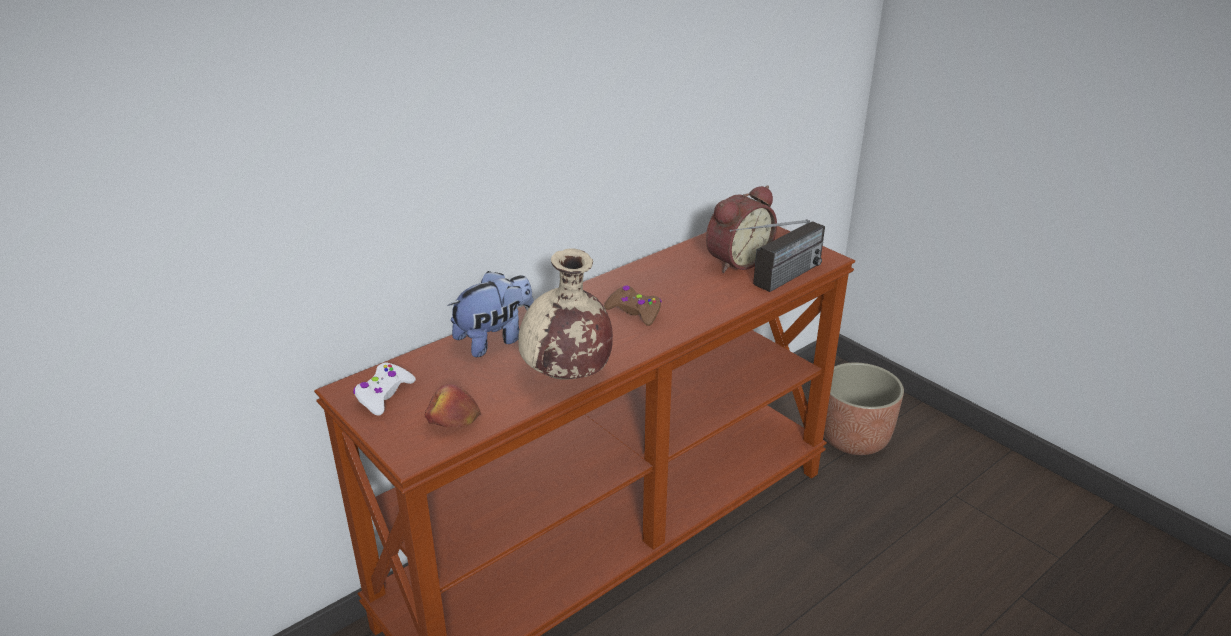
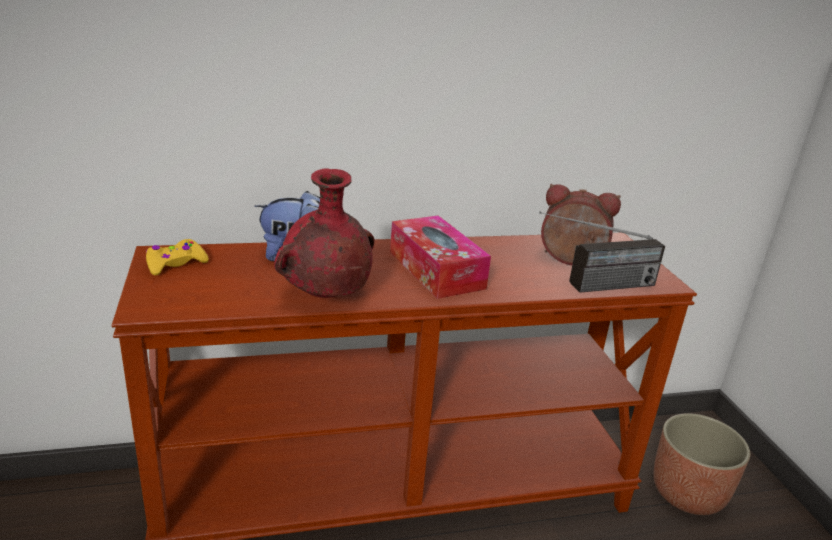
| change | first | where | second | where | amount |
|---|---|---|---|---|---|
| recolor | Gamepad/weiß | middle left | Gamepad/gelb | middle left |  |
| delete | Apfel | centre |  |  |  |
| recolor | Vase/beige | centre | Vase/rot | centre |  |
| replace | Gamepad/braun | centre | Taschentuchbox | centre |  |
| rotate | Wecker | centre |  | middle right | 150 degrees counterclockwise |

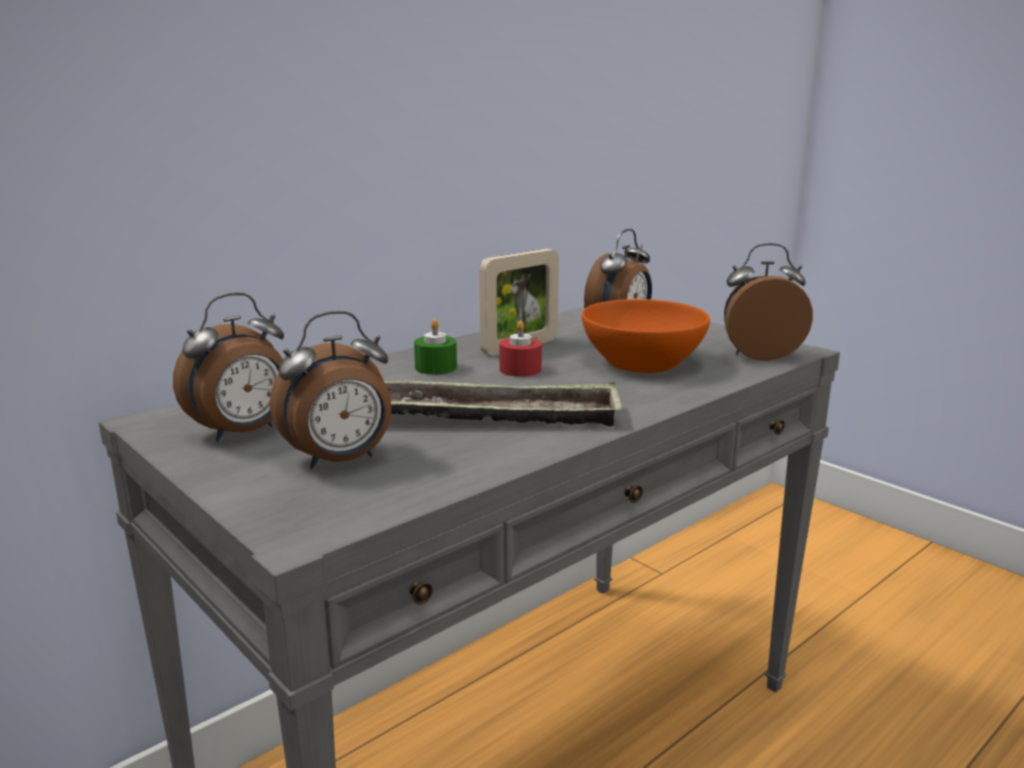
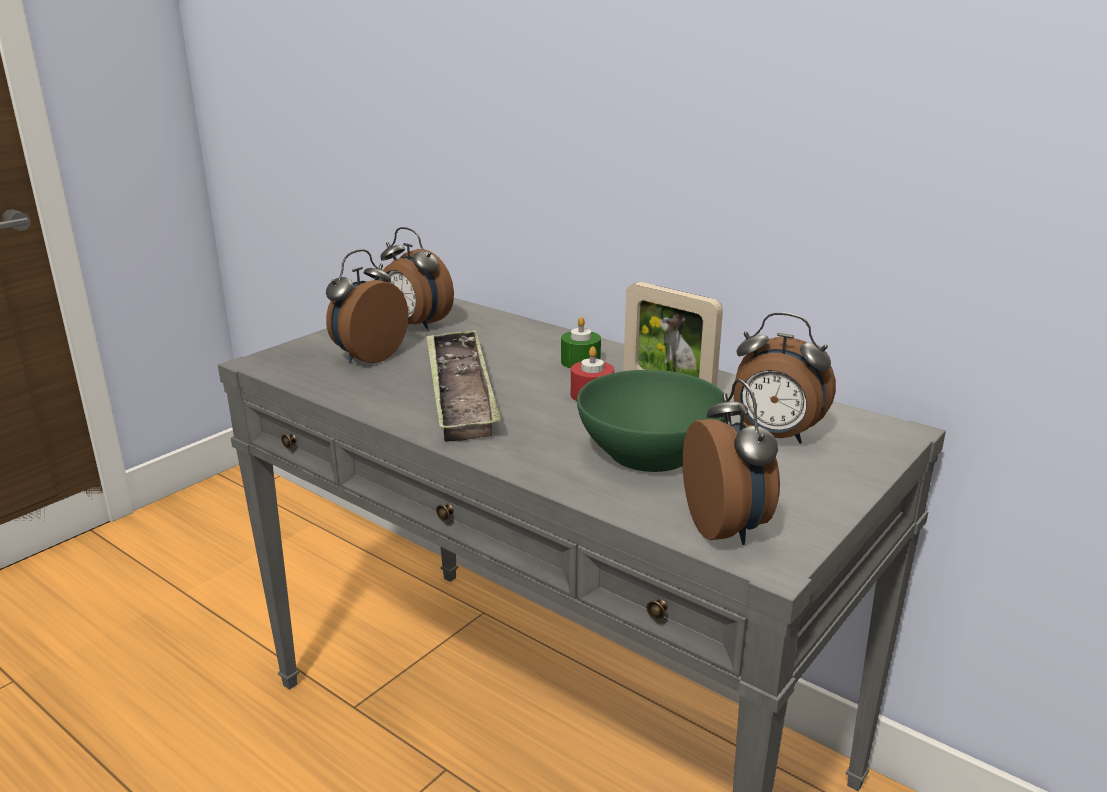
| change | first | where | second | where | amount |
|---|---|---|---|---|---|
| rotate | Wecker (2nd from left in the first image) | middle left | Wecker (1st from left) | middle left | 75 degrees clockwise |
| recolor | Schüssel/orange | centre | Schüssel/grün | centre |  |

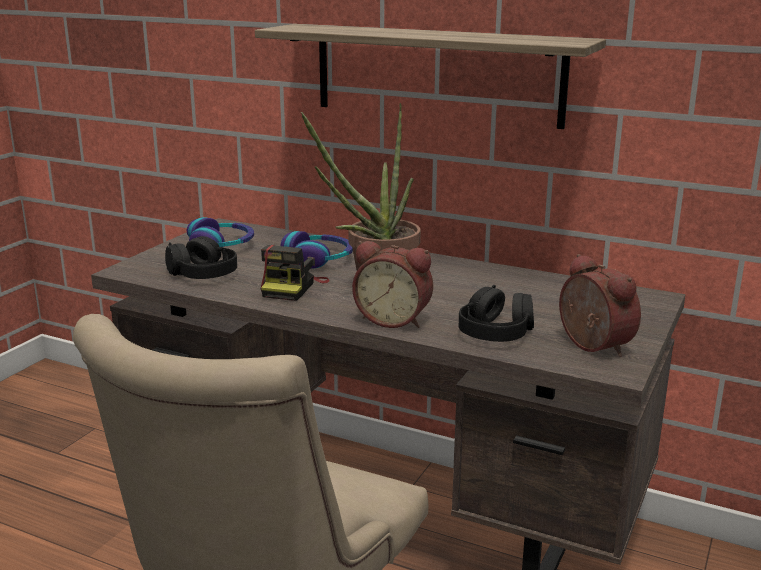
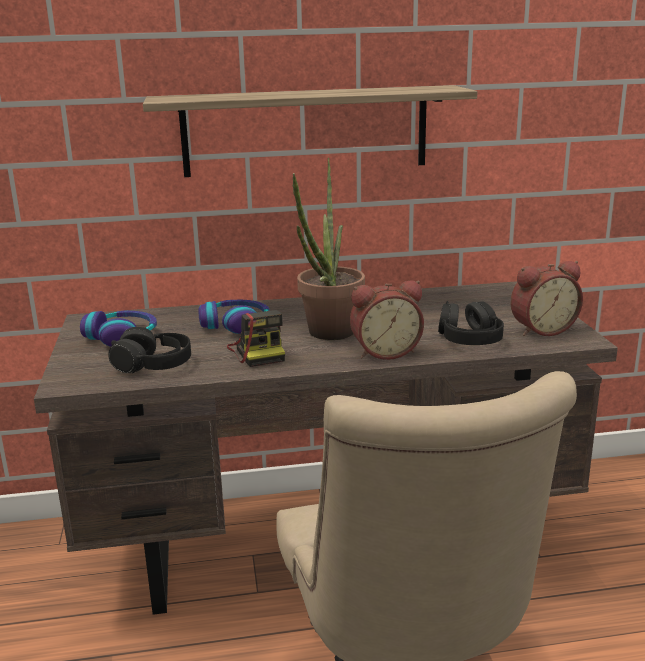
| change | first | where | second | where | amount |
|---|---|---|---|---|---|
| rotate | Wecker (2nd from left) | middle right |  | middle right | 135 degrees clockwise |

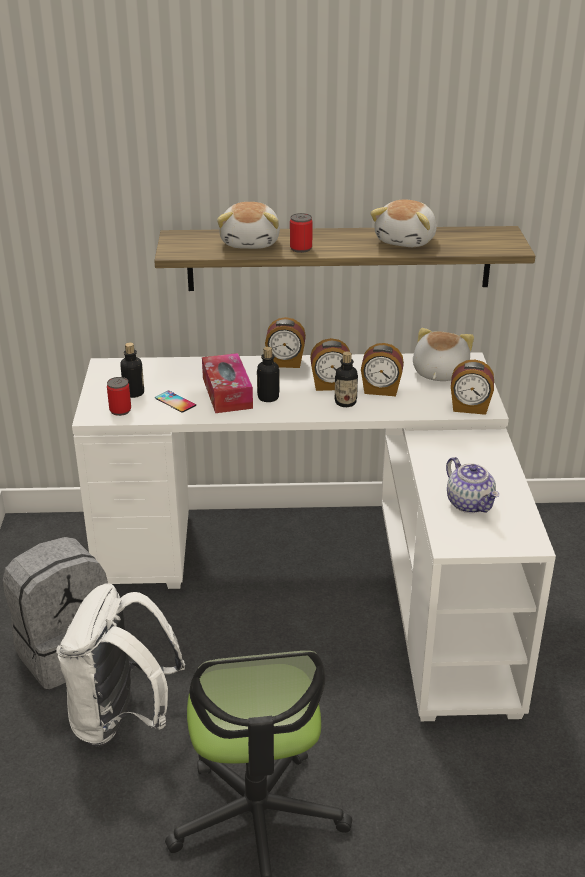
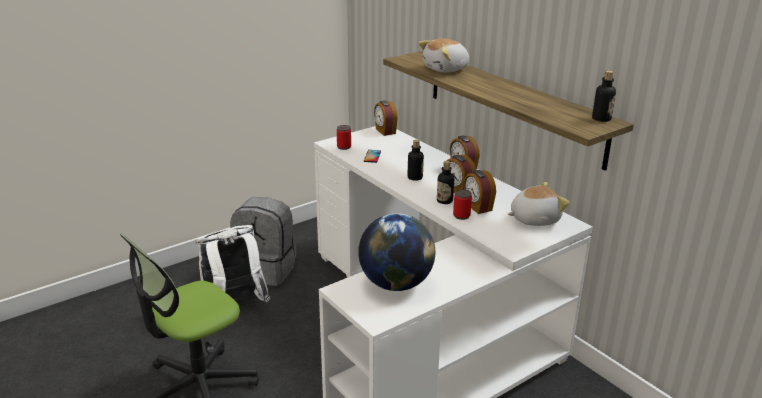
| change | first | where | second | where | amount |
|---|---|---|---|---|---|
| move | Flasche (1st from left in the first image) | middle left | Flasche (3rd from left) | top right |  |
| delete | Taschentuchbox | centre |  |  |  |
| move | Dose (2nd from left) | top centre |  | centre |  |
| delete | Plüschtier (2nd from left) | top right |  |  |  |
| replace | Teekanne | middle right | Globus | centre |  |
| move | Wecker (4th from left in the first image) | middle right | Wecker (1st from left) | top centre |  |

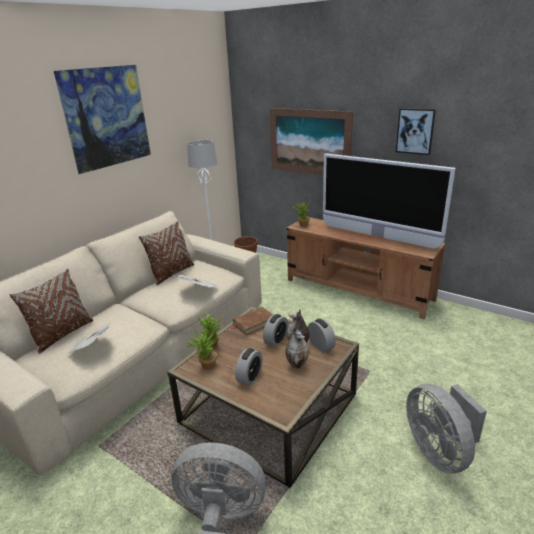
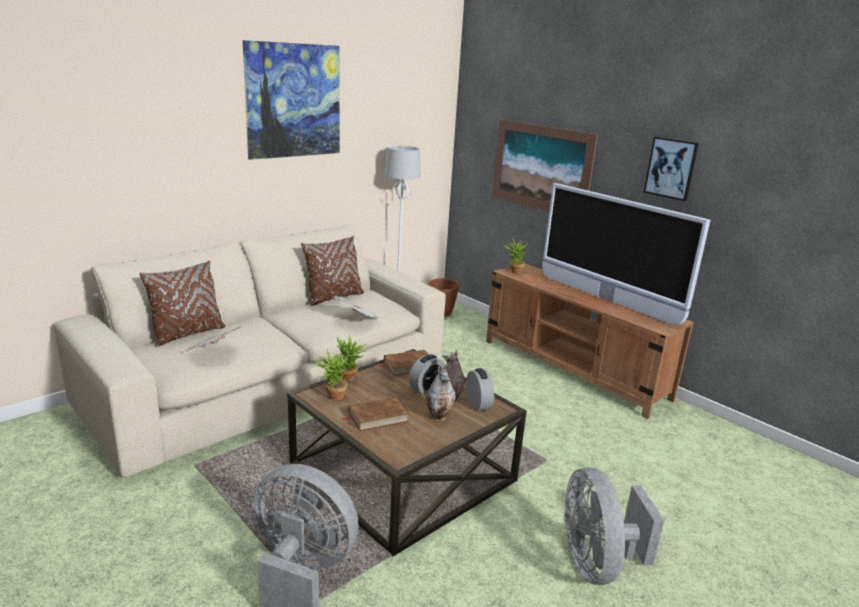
| change | first | where | second | where | amount |
|---|---|---|---|---|---|
| replace | Wecker (1st from left) | bottom centre | Buch/braun (1st from left) | bottom centre |  |

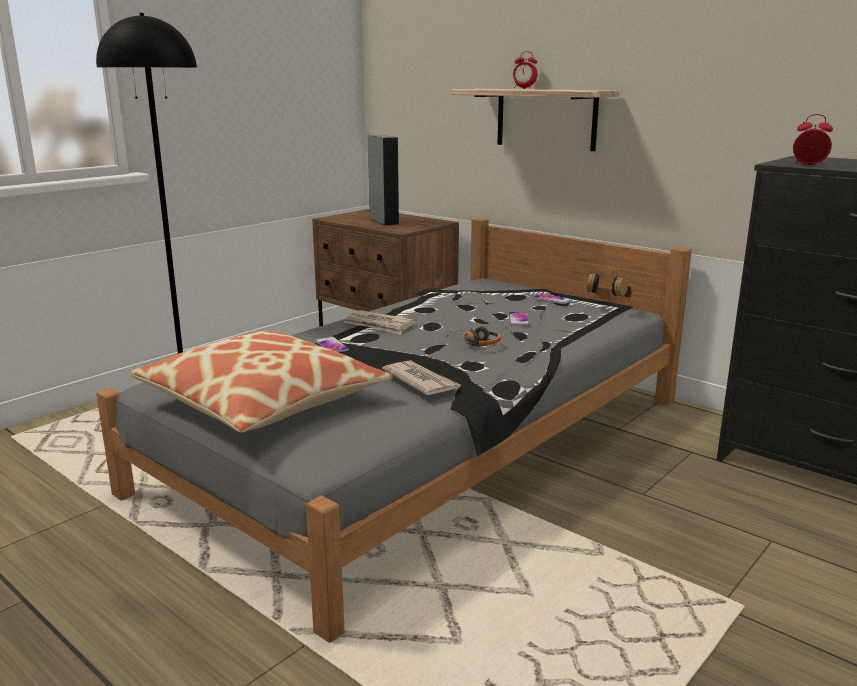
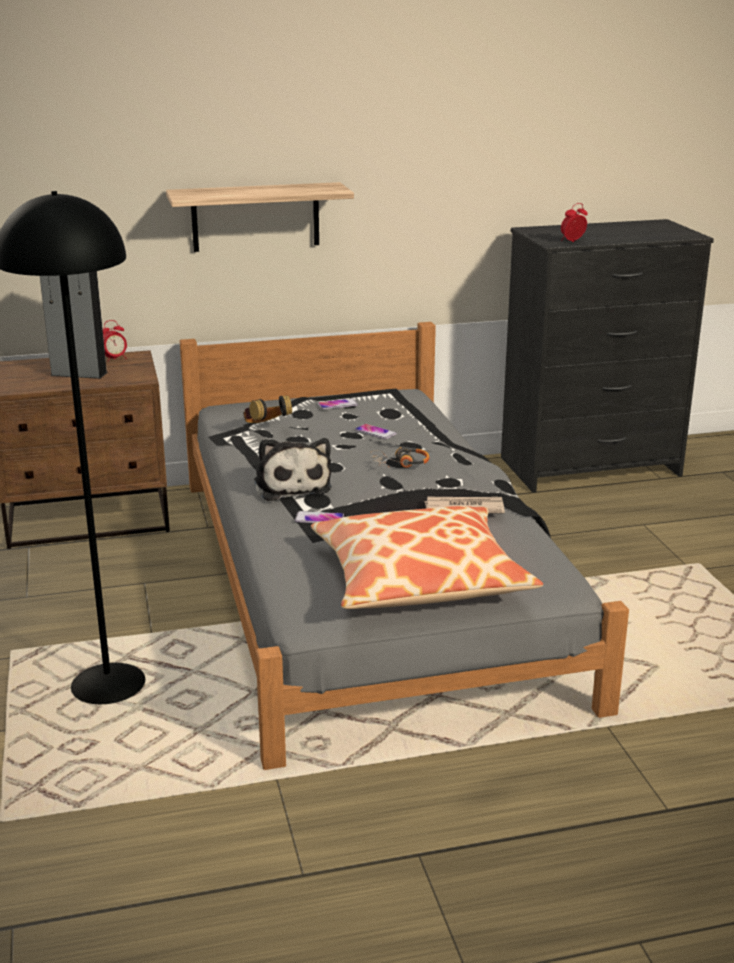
| change | first | where | second | where | amount |
|---|---|---|---|---|---|
| replace | Zeitung (1st from left) | centre | Plüschtier | centre |  |
| move | Wecker (1st from left) | top centre |  | middle left |  |
| move | Kopfhörer (2nd from left in the first image) | middle right | Kopfhörer (1st from left) | centre |  |

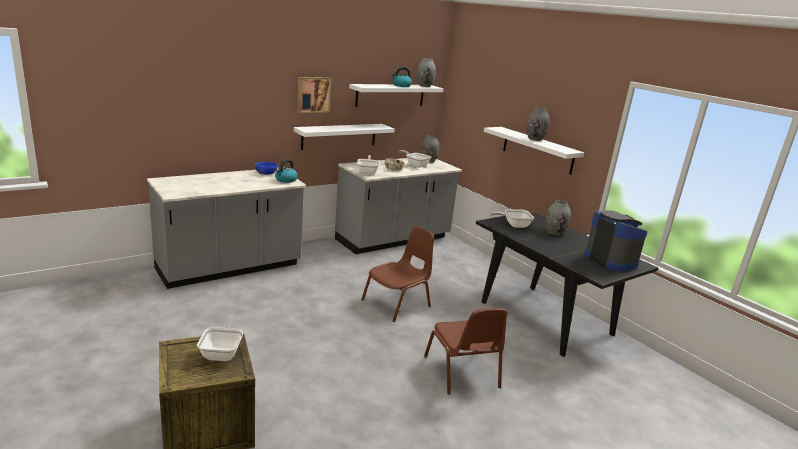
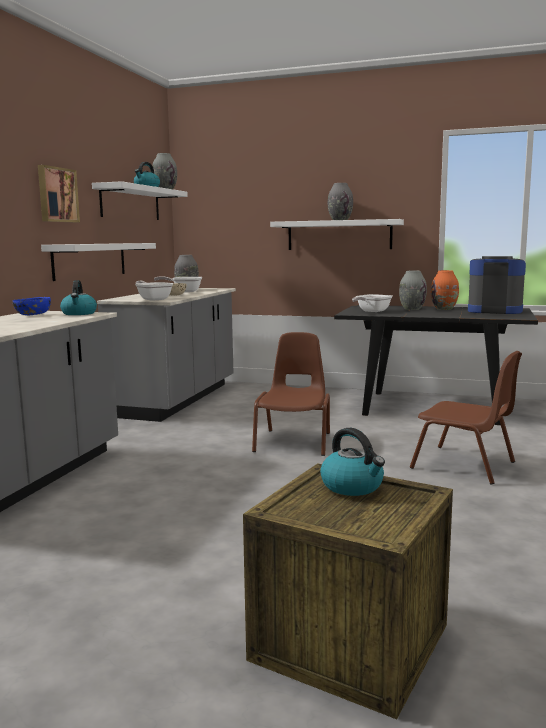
| change | first | where | second | where | amount |
|---|---|---|---|---|---|
| replace | Pfanne (1st from left) | bottom left | Wasserkessel (3rd from left) | centre |  |
| insert |  |  | Vase/orange | middle right |  |

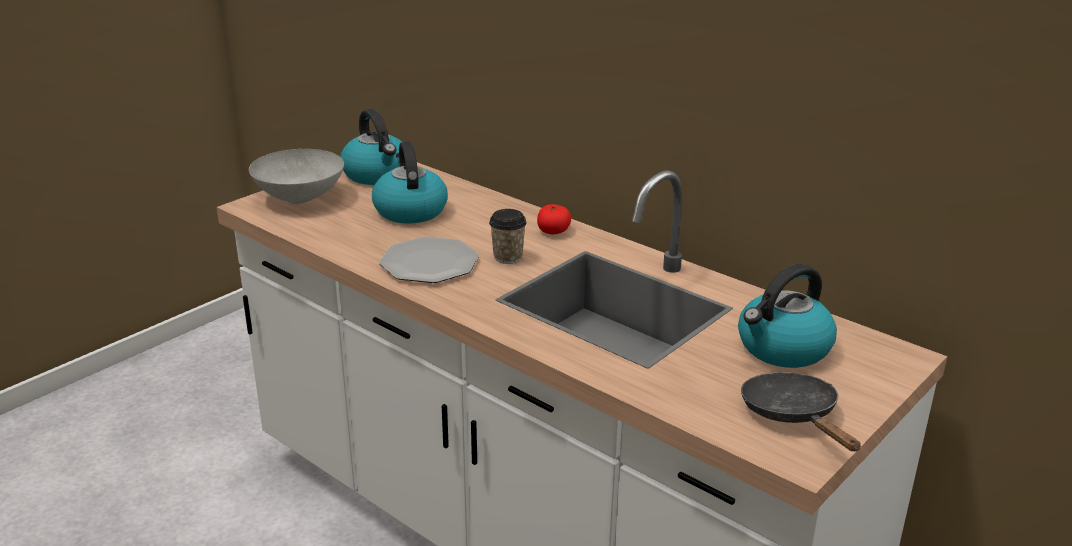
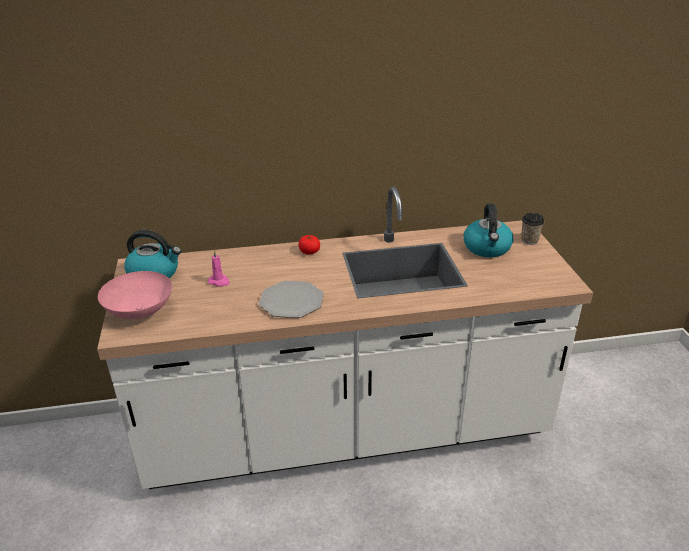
| change | first | where | second | where | amount |
|---|---|---|---|---|---|
| recolor | Schüssel/grau | top left | Schüssel/rosa | middle left |  |
| replace | Wasserkessel (2nd from left) | centre | Kerze/rosa | middle left |  |
| move | Tasse | centre |  | middle right |  |
| delete | Pfanne/schwarz | bottom right |  |  |  |

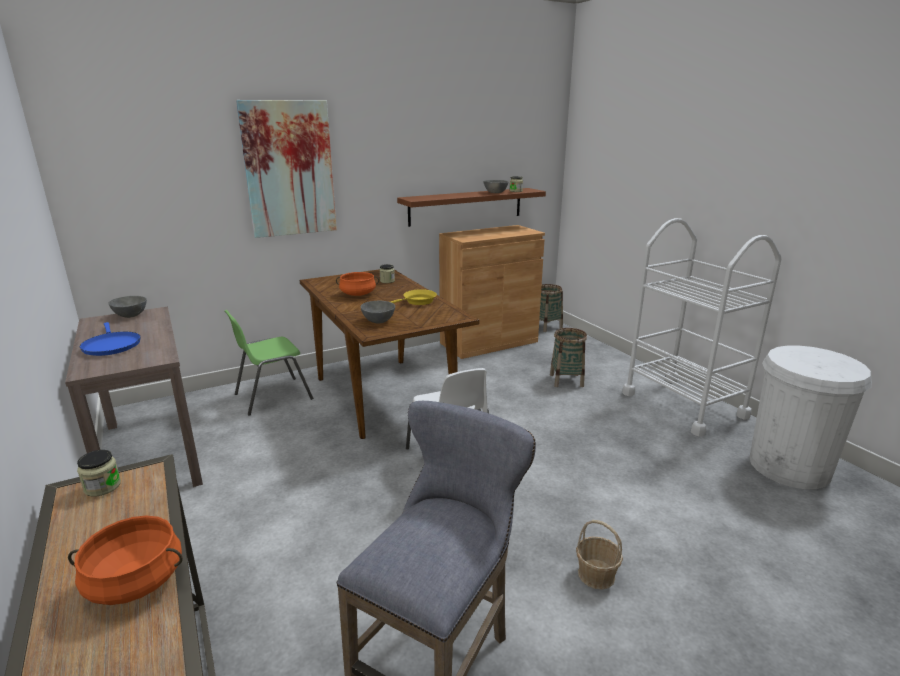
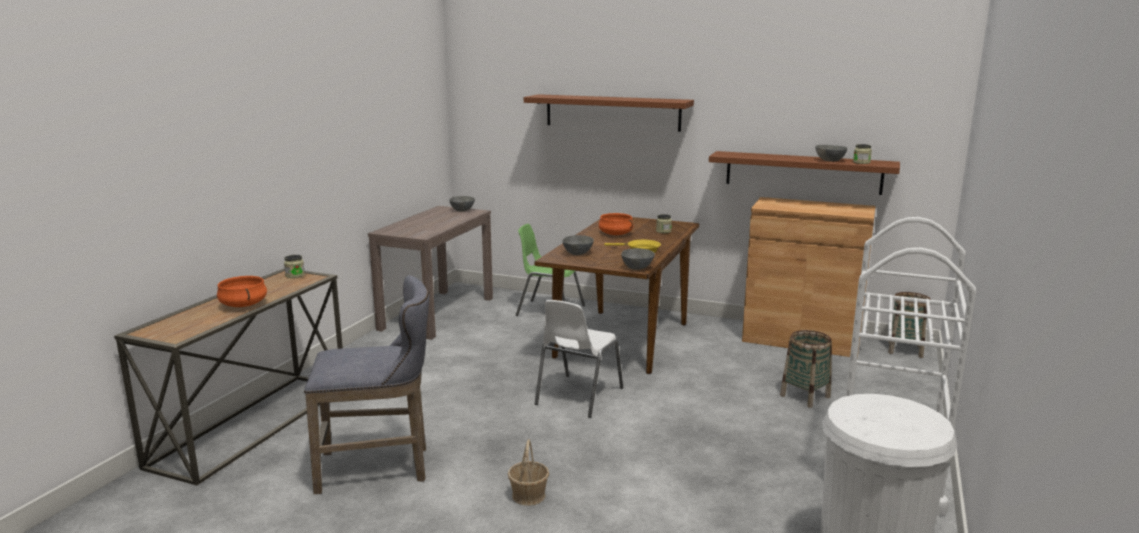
| change | first | where | second | where | amount |
|---|---|---|---|---|---|
| delete | Pfanne/blau | middle left |  |  |  |
| replace | Bild | top left | Wandregal/braun (1st from left) | top centre |  |
| insert |  |  | Schüssel/grau (3rd from left) | centre |  |

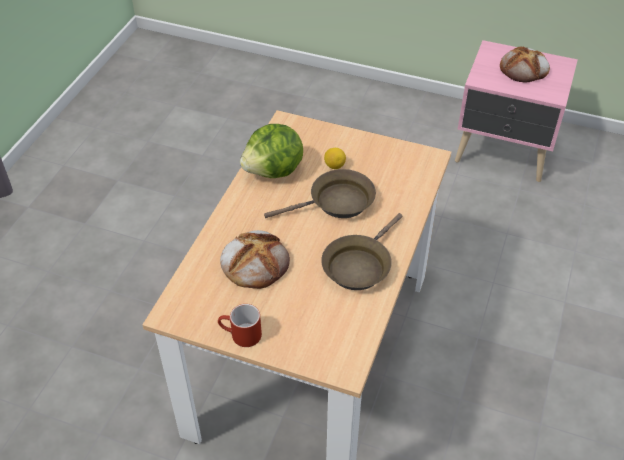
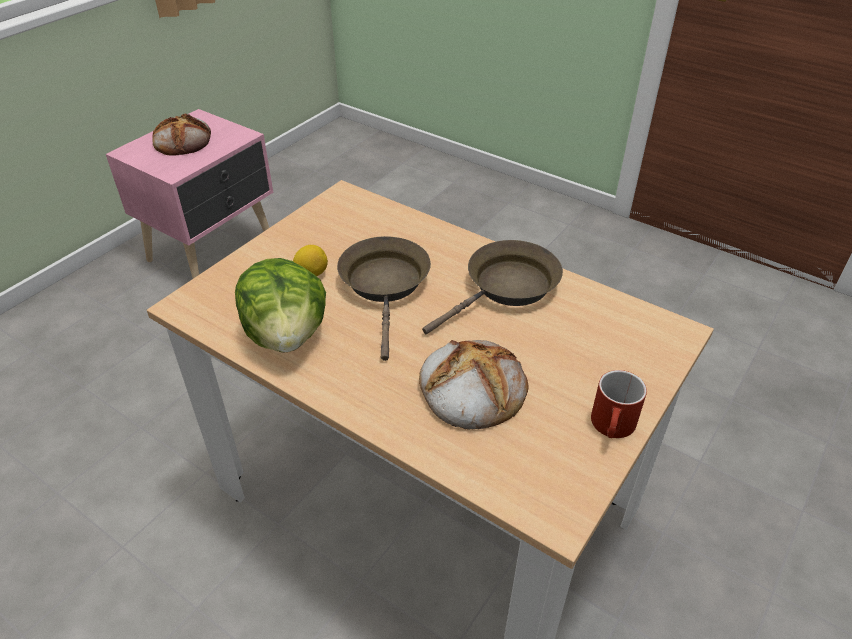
| change | first | where | second | where | amount |
|---|---|---|---|---|---|
| rotate | Pfanne/braun (2nd from left) | centre |  | centre | 90 degrees counterclockwise |

